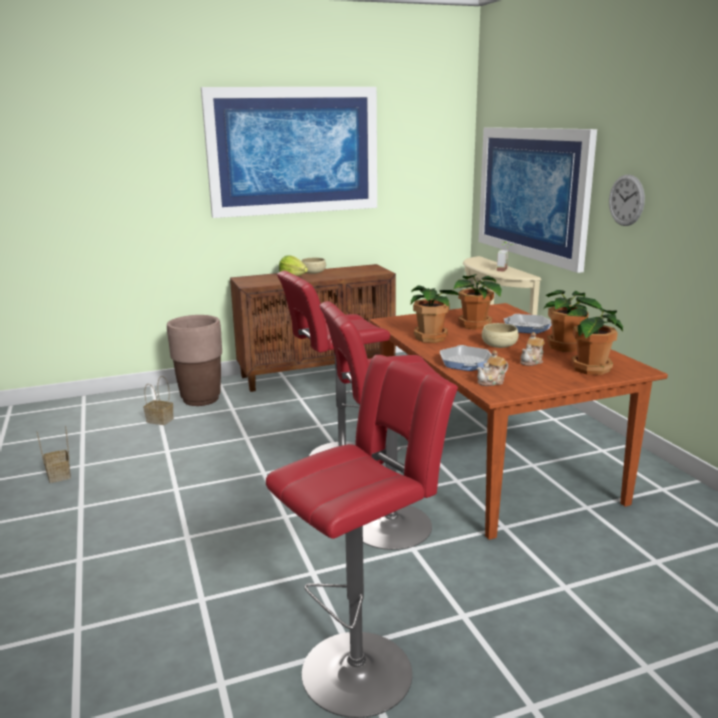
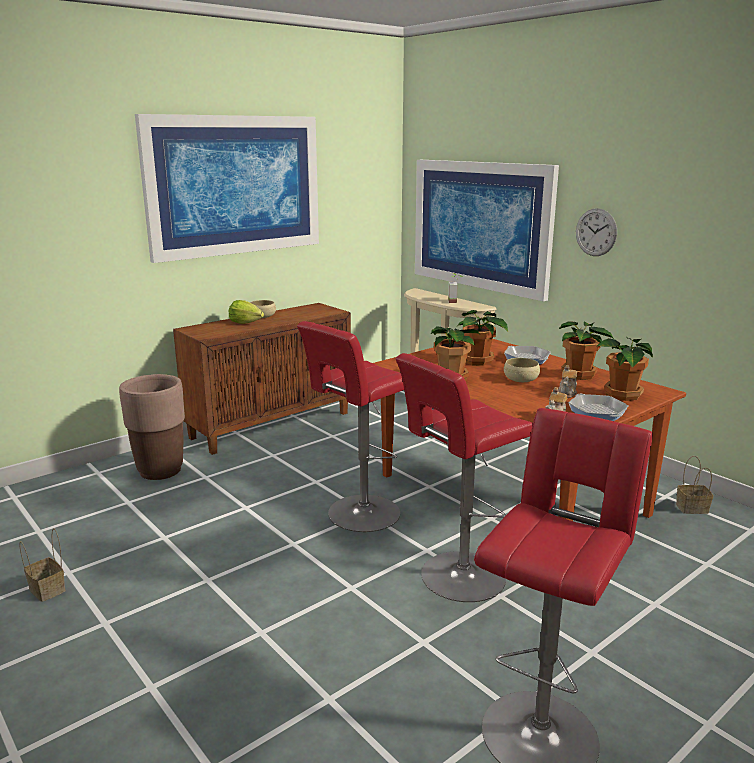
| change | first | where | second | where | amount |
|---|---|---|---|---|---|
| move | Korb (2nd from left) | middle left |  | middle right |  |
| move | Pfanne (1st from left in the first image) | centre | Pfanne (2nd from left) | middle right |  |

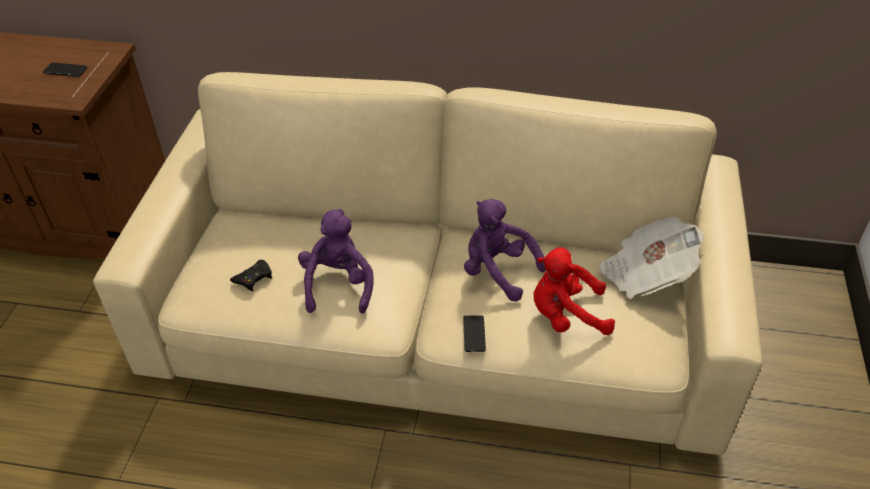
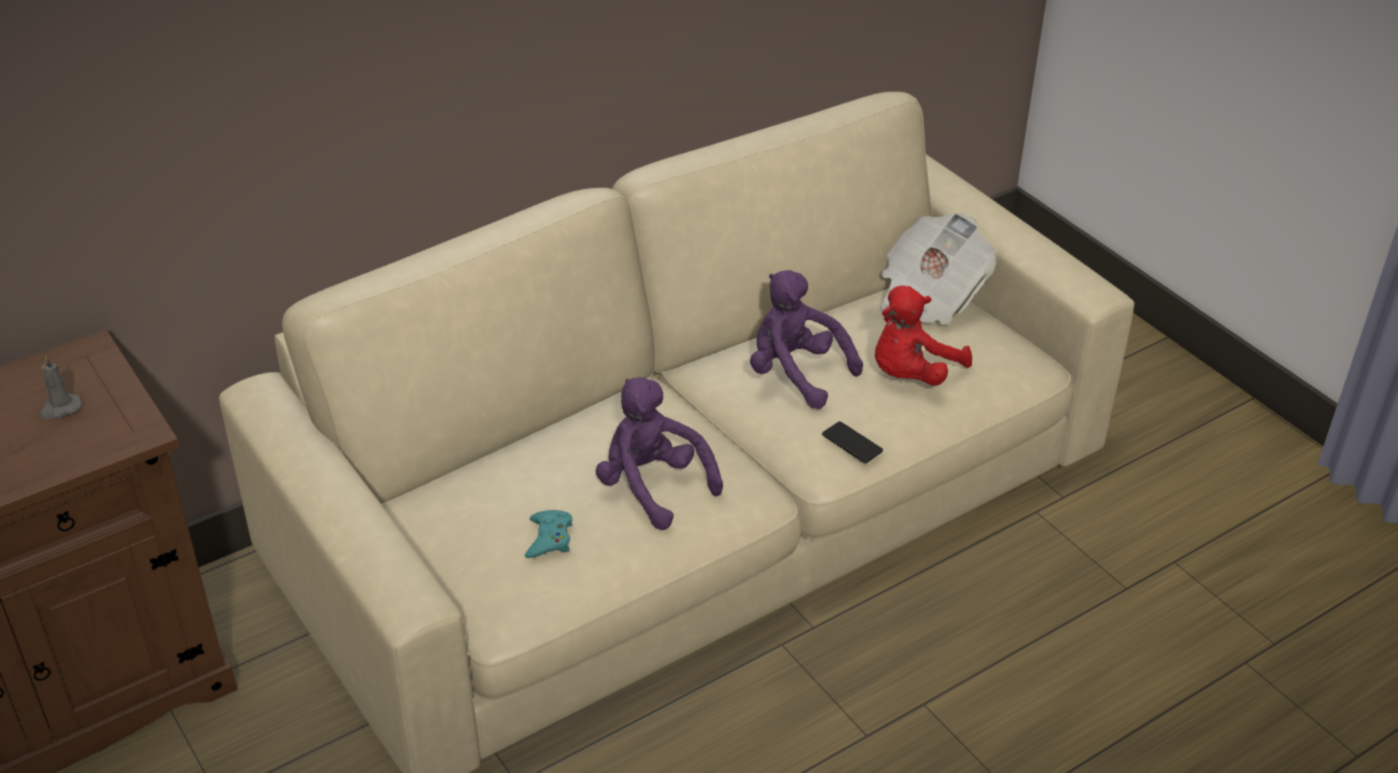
| change | first | where | second | where | amount |
|---|---|---|---|---|---|
| replace | Handy (1st from left) | top left | Kerze/grau | middle left |  |
| recolor | Gamepad/schwarz | middle left | Gamepad/türkis | bottom centre |  |
| rotate | Plüschtier/lila (2nd from left) | centre |  | centre | 45 degrees clockwise |

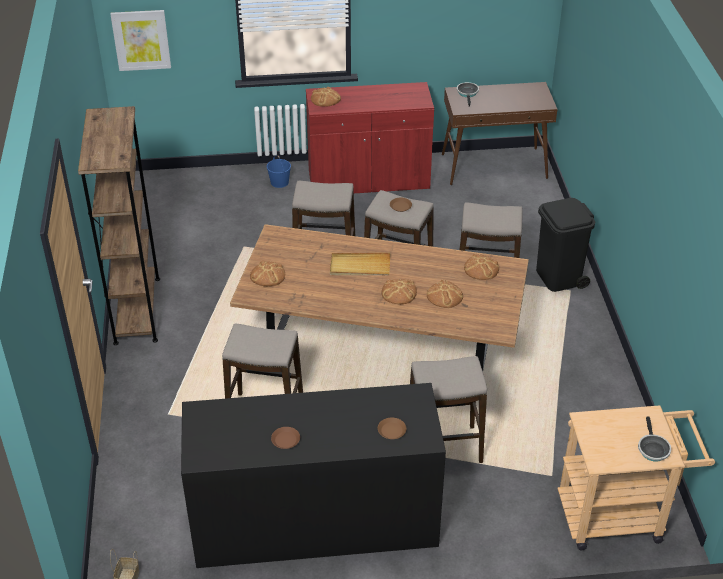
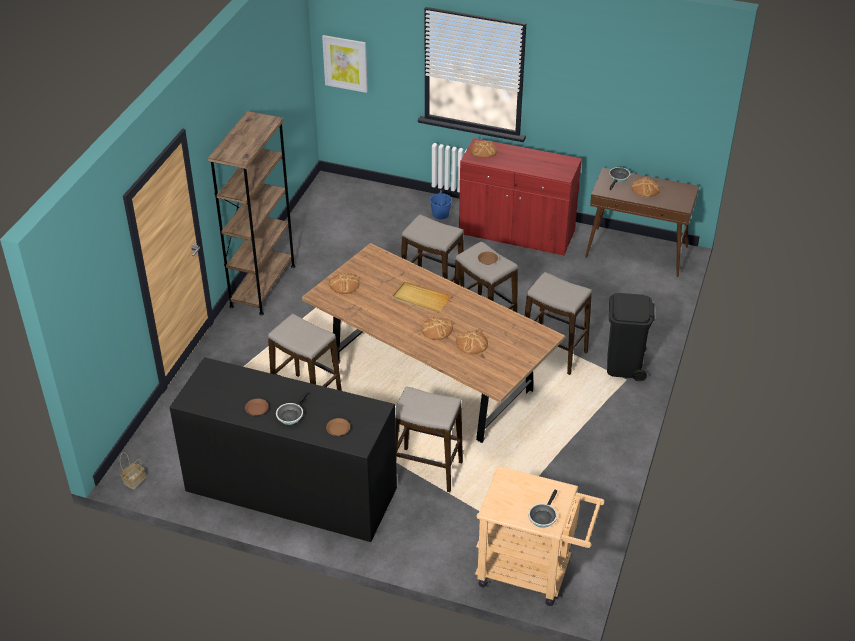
| change | first | where | second | where | amount |
|---|---|---|---|---|---|
| move | Brot (5th from left) | centre |  | top right |  |
| insert |  |  | Pfanne (1st from left) | centre |  |

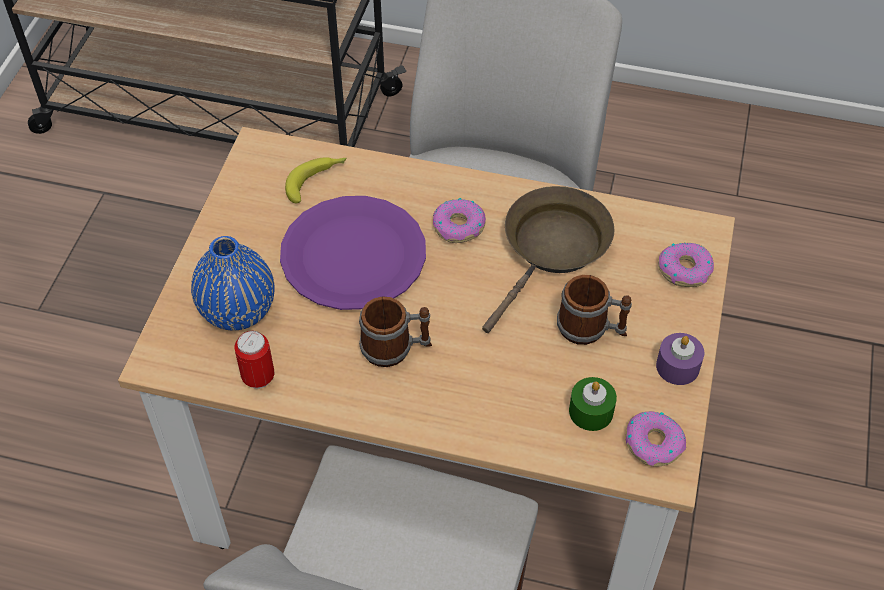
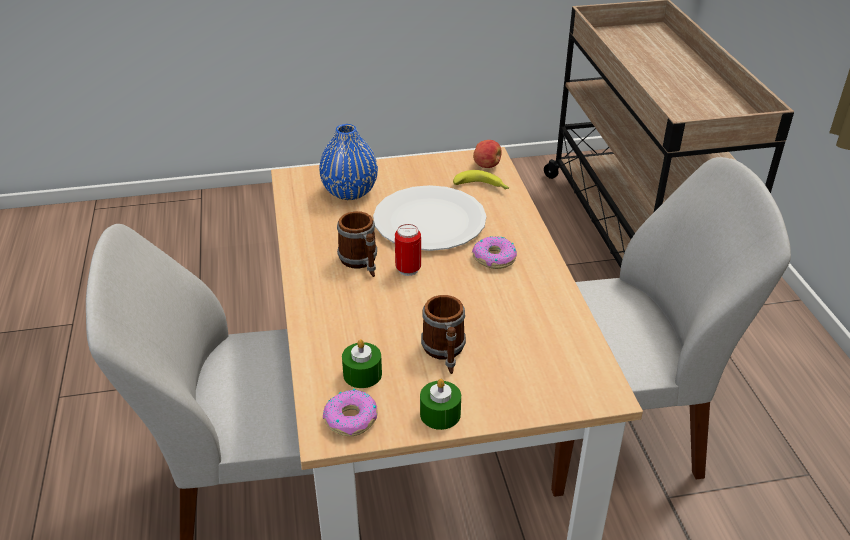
| change | first | where | second | where | amount |
|---|---|---|---|---|---|
| move | Dose | middle left |  | centre |  |
| recolor | Teller/lila | centre | Teller/weiß | centre |  |
| delete | Pfanne/braun | centre |  |  |  |
| recolor | Kerze/lila | middle right | Kerze/grün (2nd from left) | bottom centre |  |
| delete | Donut (3rd from left) | middle right |  |  |  |
| insert |  |  | Apfel | top centre |  |

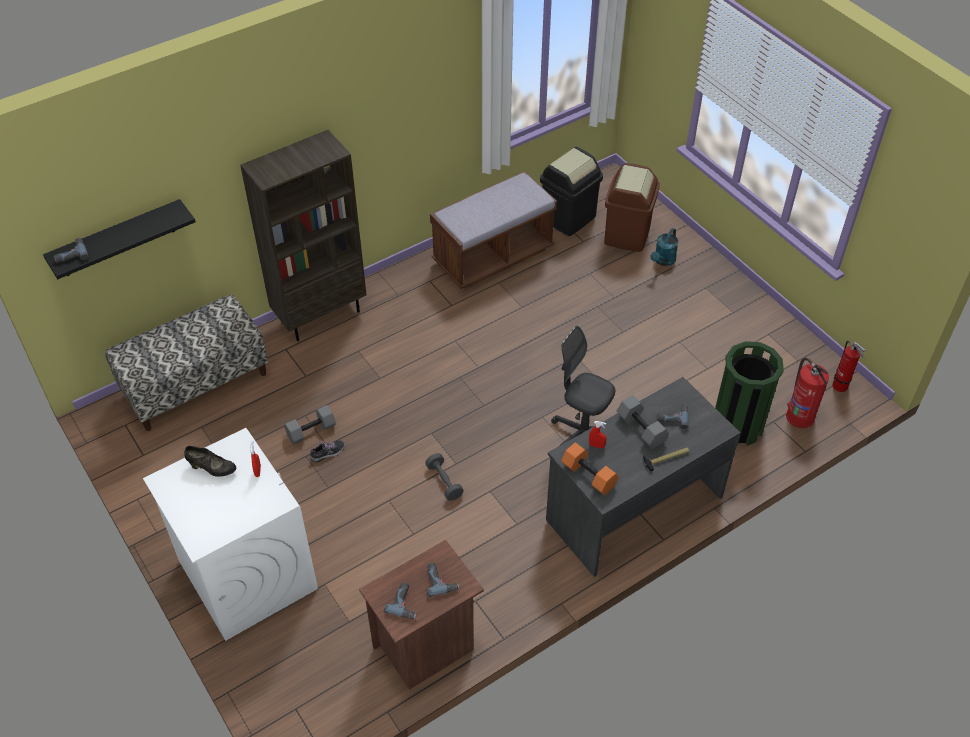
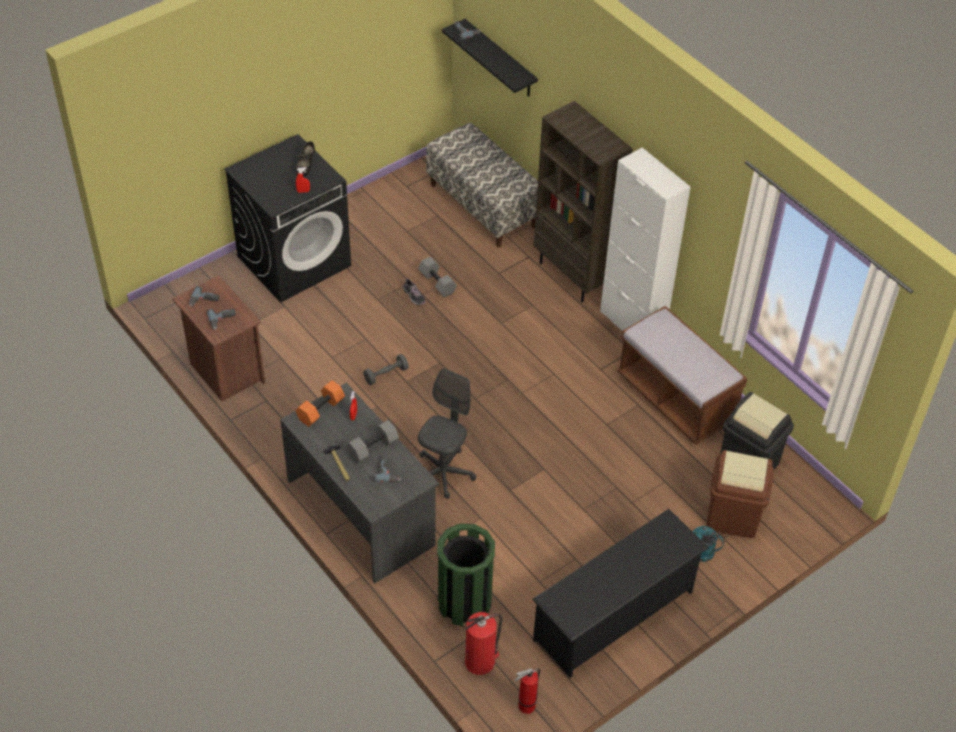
| change | first | where | second | where | amount |
|---|---|---|---|---|---|
| recolor | Waschmaschine/weiß | bottom left | Waschmaschine/schwarz | top left |  |
| insert |  |  | Schuhregal/schwarz | bottom centre |  |
| insert |  |  | Schrank/weiß | top right |  |

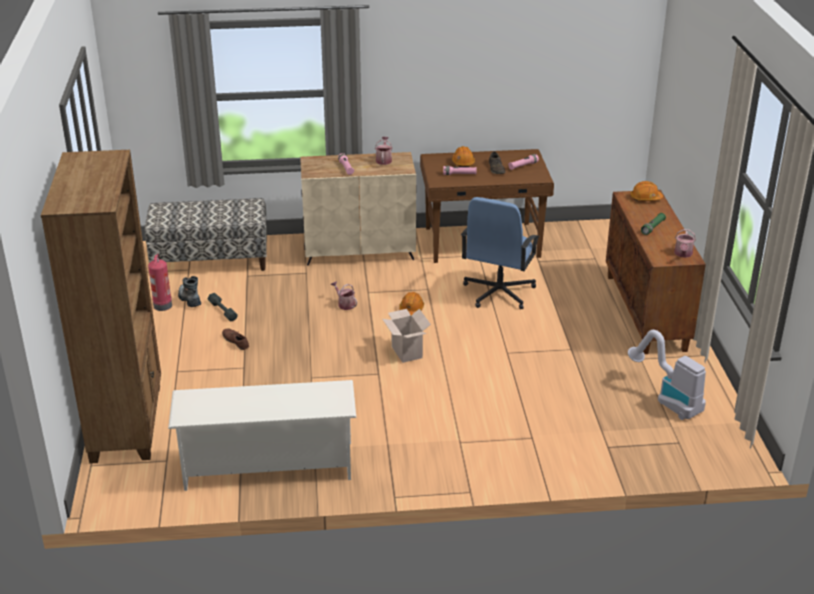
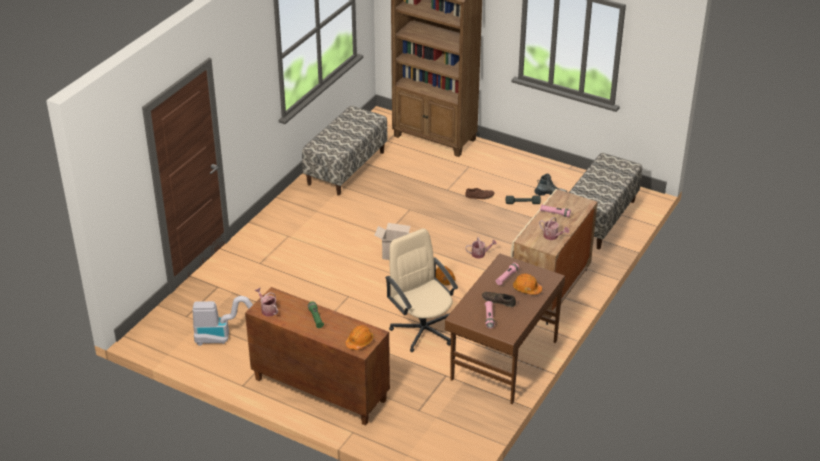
| change | first | where | second | where | amount |
|---|---|---|---|---|---|
| delete | Feuerlöscher | middle left |  |  |  |
| replace | Schuhregal/weiß | bottom left | Bank (1st from left) | top centre |  |
| recolor | Bürostuhl/blau | centre | Bürostuhl/beige | centre |  |

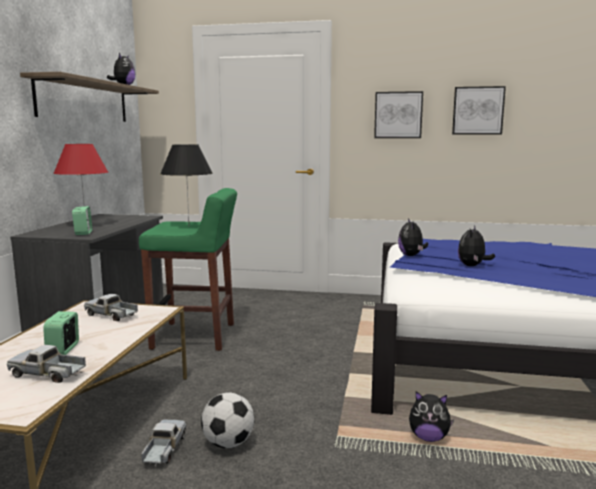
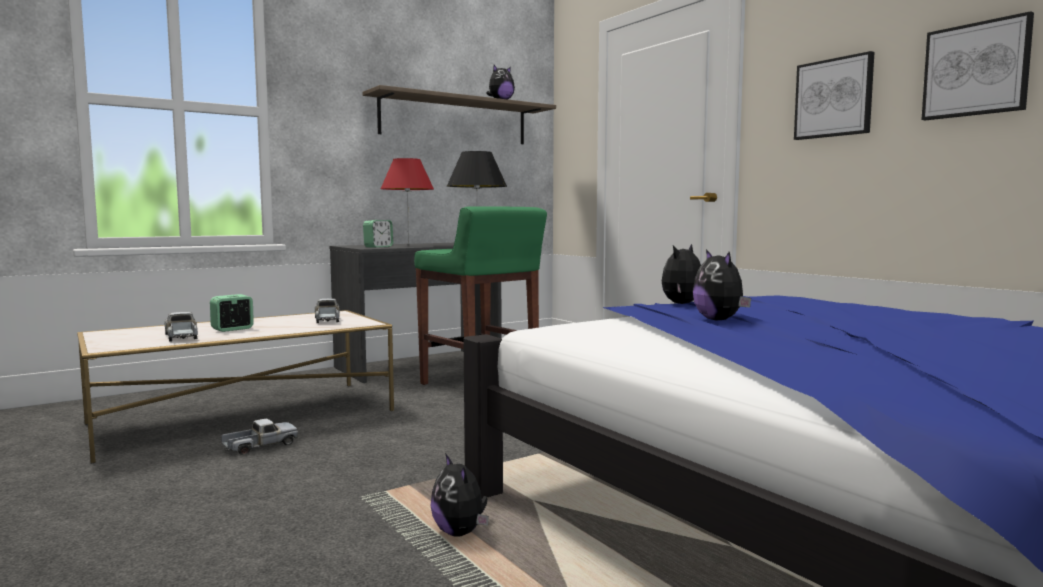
| change | first | where | second | where | amount |
|---|---|---|---|---|---|
| delete | Fußball | bottom centre |  |  |  |
| rotate | Plüschtier (4th from left) | middle right |  | middle right | 90 degrees counterclockwise |

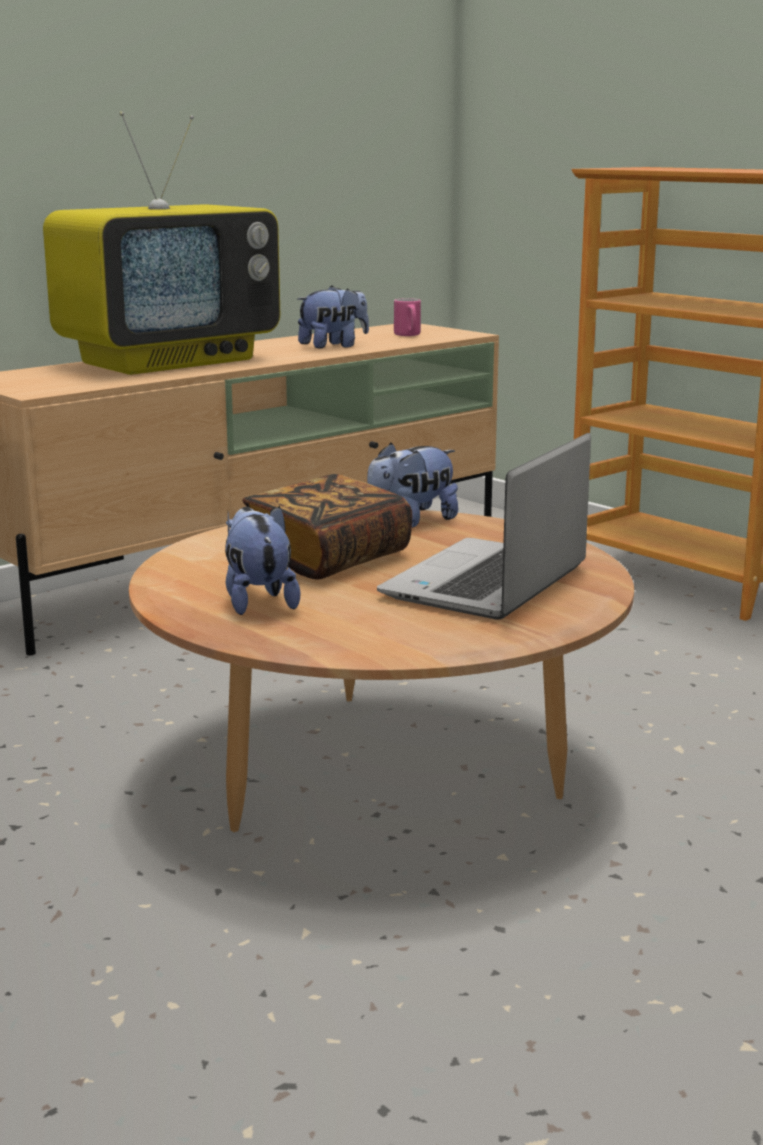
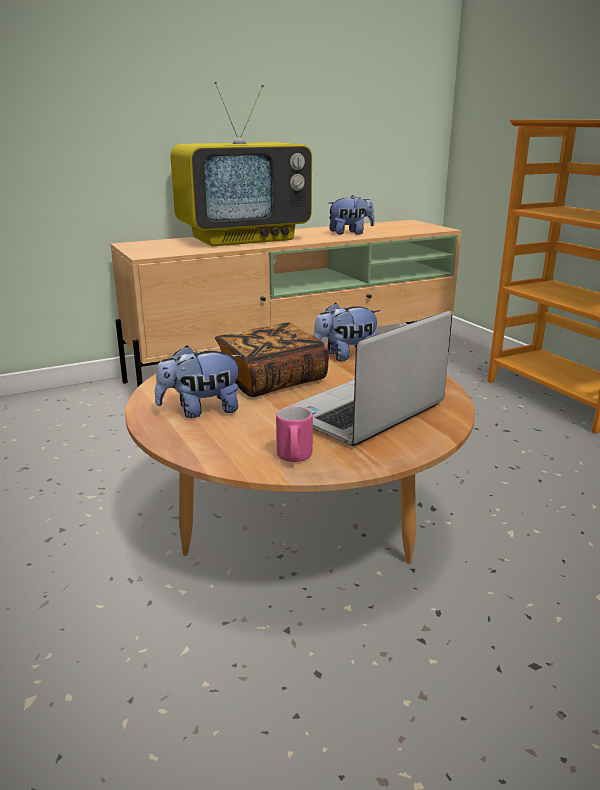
| change | first | where | second | where | amount |
|---|---|---|---|---|---|
| rotate | Plüschtier (1st from left) | centre |  | middle left | 105 degrees counterclockwise |
| move | Henkelbecher/rosa | top centre |  | centre |  |

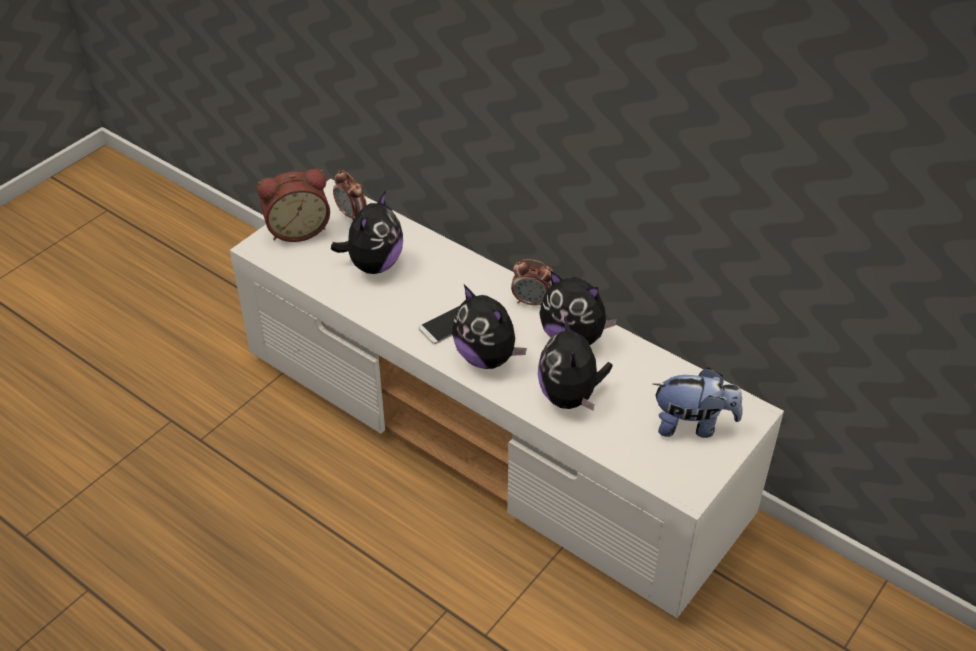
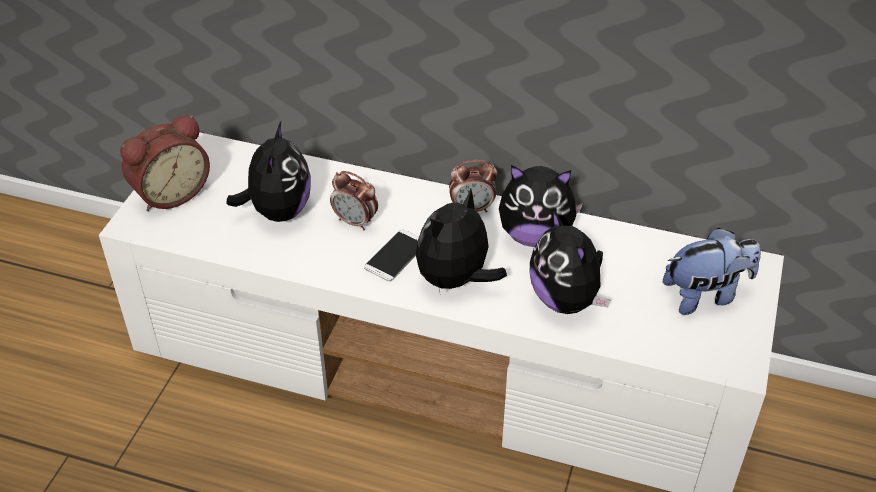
| change | first | where | second | where | amount |
|---|---|---|---|---|---|
| move | Wecker (2nd from left) | top centre |  | centre |  |
| rotate | Plüschtier (2nd from left) | centre |  | centre | 105 degrees clockwise |

